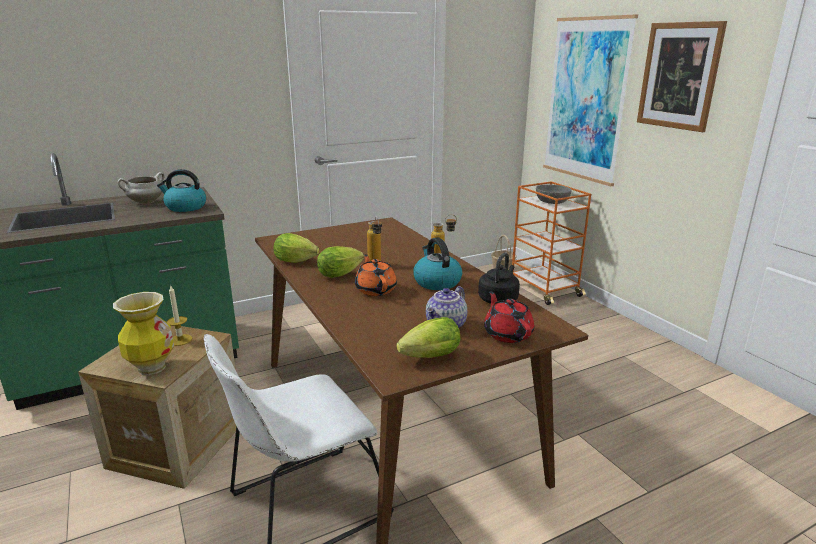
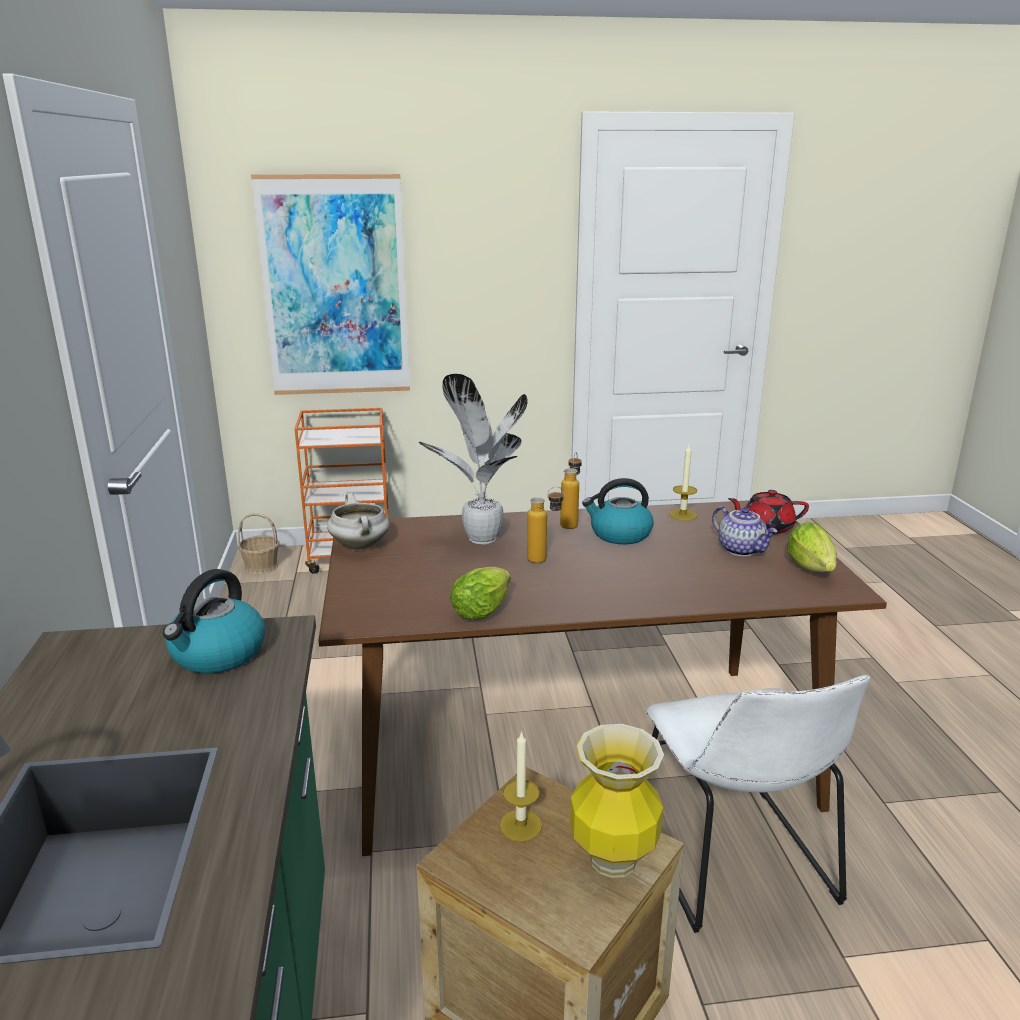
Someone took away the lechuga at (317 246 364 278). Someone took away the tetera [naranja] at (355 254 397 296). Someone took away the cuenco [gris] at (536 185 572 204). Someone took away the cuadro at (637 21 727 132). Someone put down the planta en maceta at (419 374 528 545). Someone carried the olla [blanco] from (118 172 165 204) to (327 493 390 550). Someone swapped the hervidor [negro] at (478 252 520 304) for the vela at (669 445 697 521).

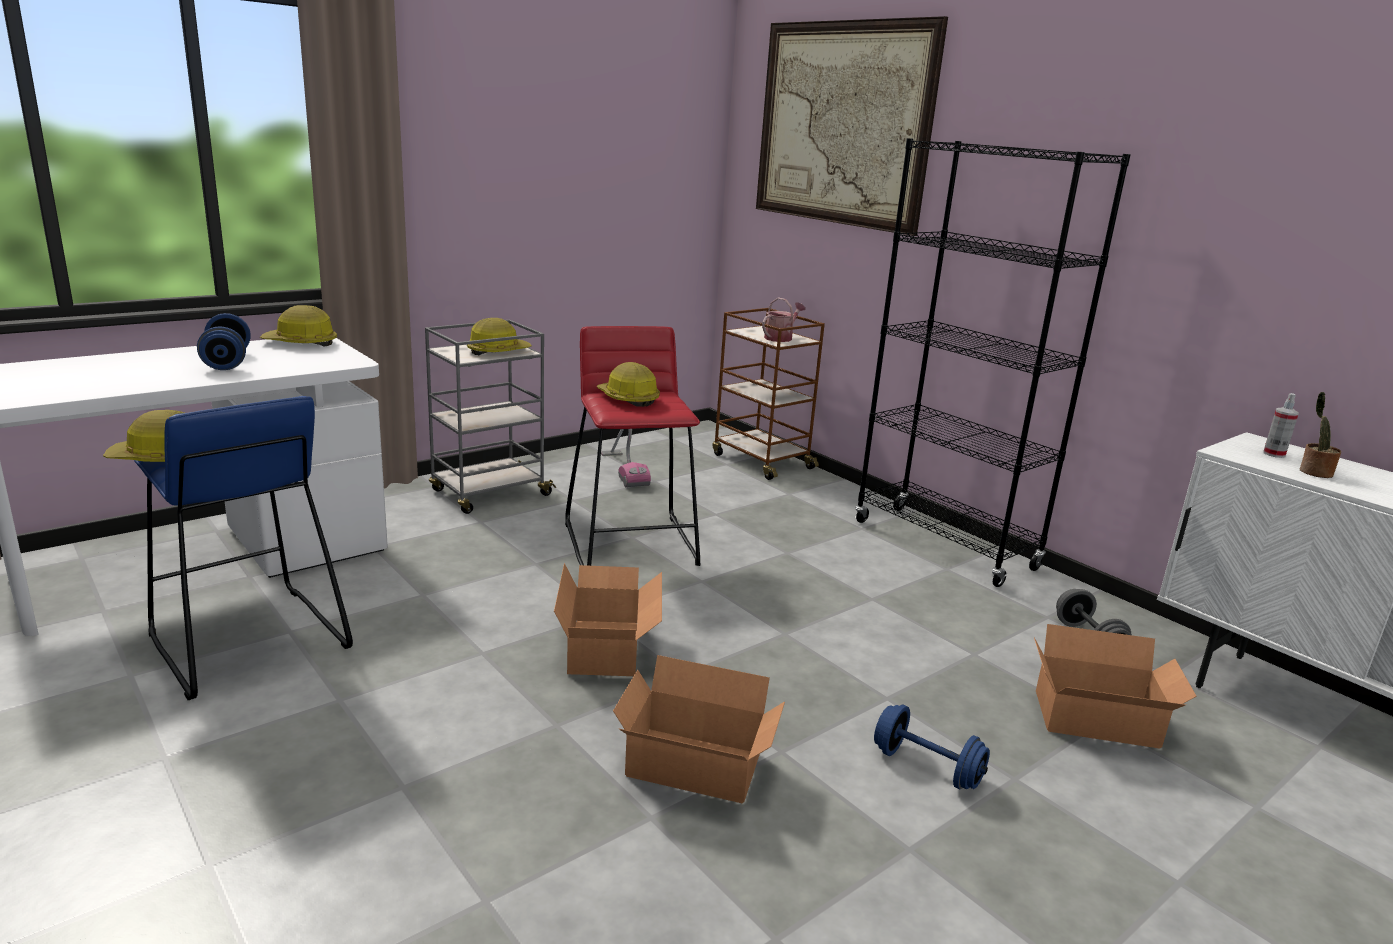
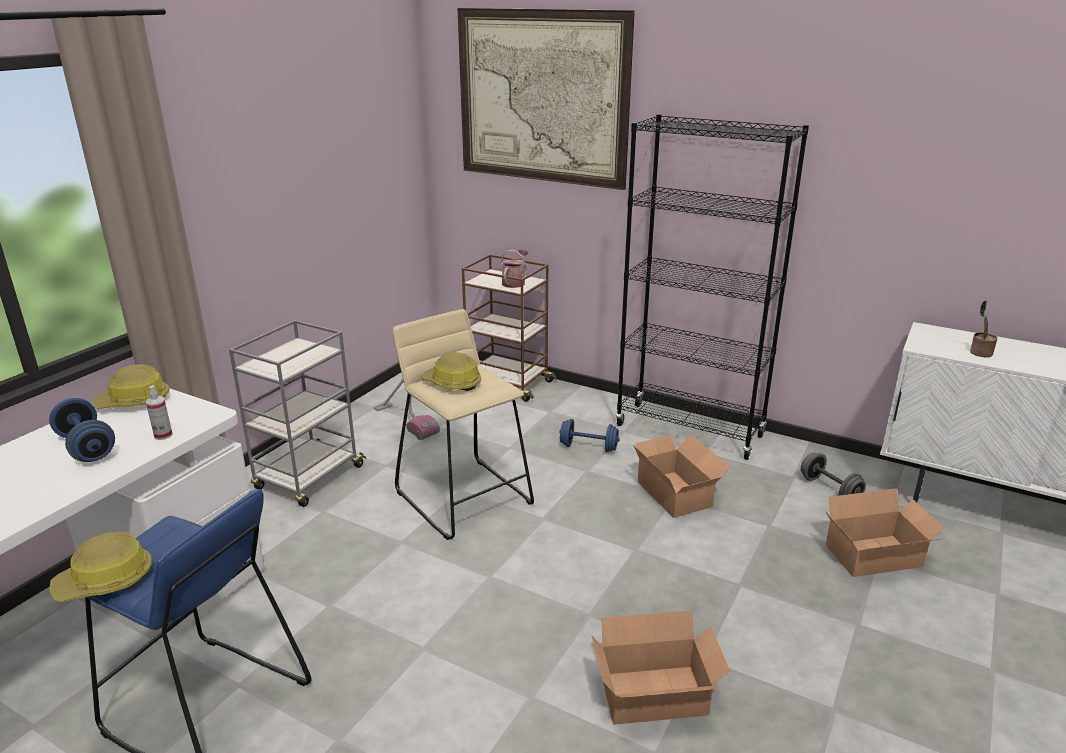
Someone took away the casco at (467 318 532 355). Someone carried the caja de cartón from (554 563 662 676) to (633 434 730 518). Someone carried the mancuerna [azul] from (874 705 990 789) to (559 419 620 453). Someone carried the pulverizador from (1263 393 1299 458) to (146 385 173 440). Someone repainted the taburete [rojo] at (565 326 700 566), which became the taburete [beis] at (393 309 534 540).

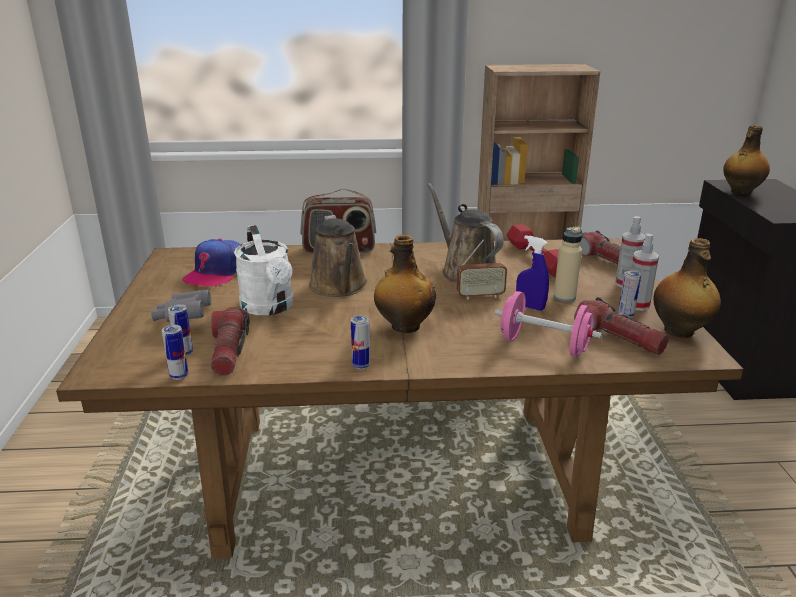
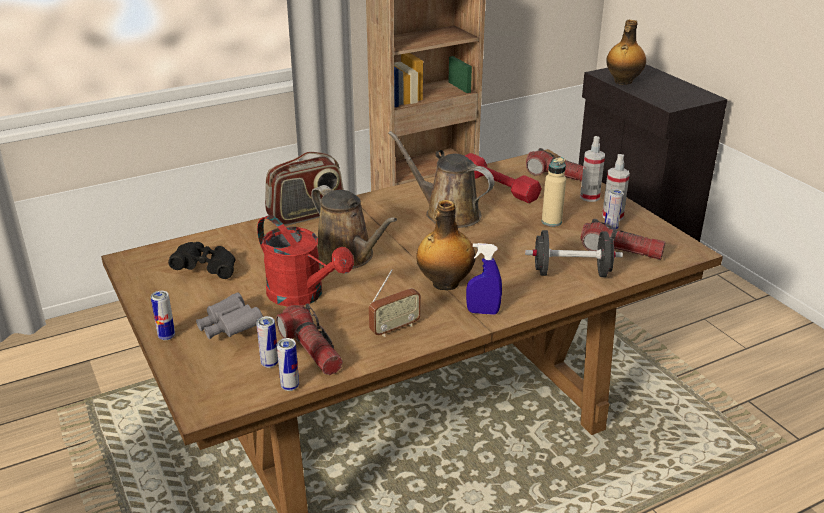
Someone took away the botella at (653 238 721 338). Someone carried the lata from (351 315 370 369) to (151 291 175 340). Someone carried the radio from (457 240 507 300) to (369 269 421 337). Someone carried the pulverizador [azul] from (516 235 549 311) to (466 243 502 315). Someone swapped the gorra at (182 239 241 287) for the prismáticos [negro] at (168 242 235 279). Someone repainted the regadera [blanco] at (234 225 293 315), which became the regadera [rojo] at (257 215 354 307). Someone repainted the mancuerna [rosa] at (494 291 602 357), which became the mancuerna [negro] at (525 230 623 277).

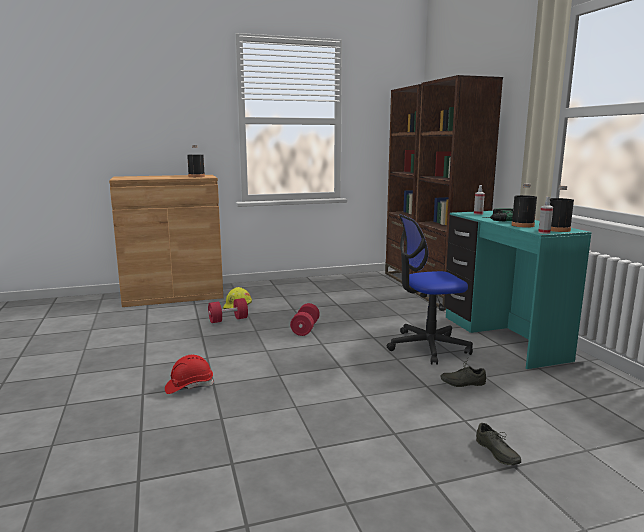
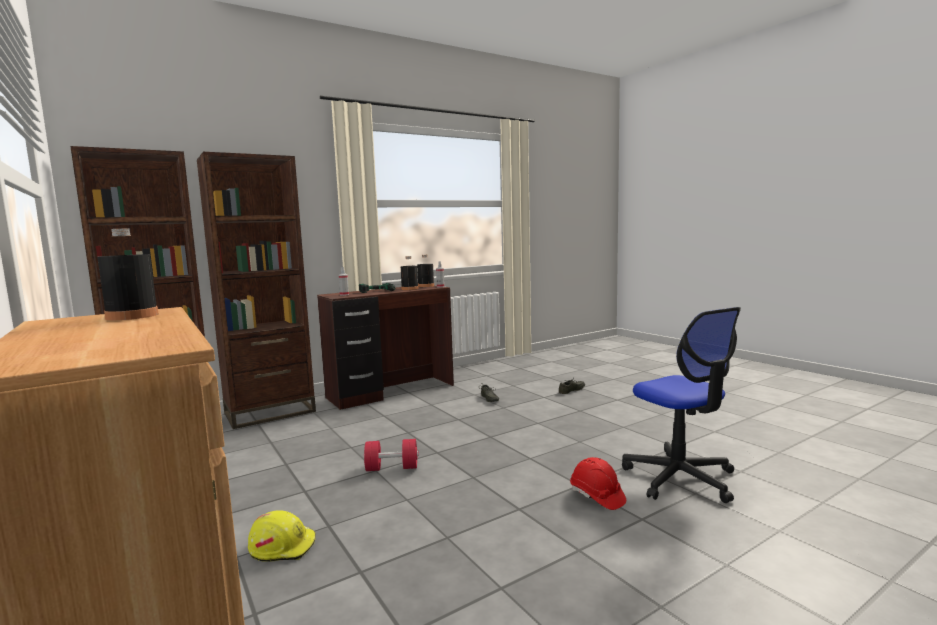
Someone took away the mancuerna [rojo] at (208 298 248 323). Someone carried the silla de oficina from (387 214 473 365) to (622 307 741 503). Someone repainted the escritorio [turquesa] at (444 211 592 369), which became the escritorio [marrón] at (317 285 454 410).

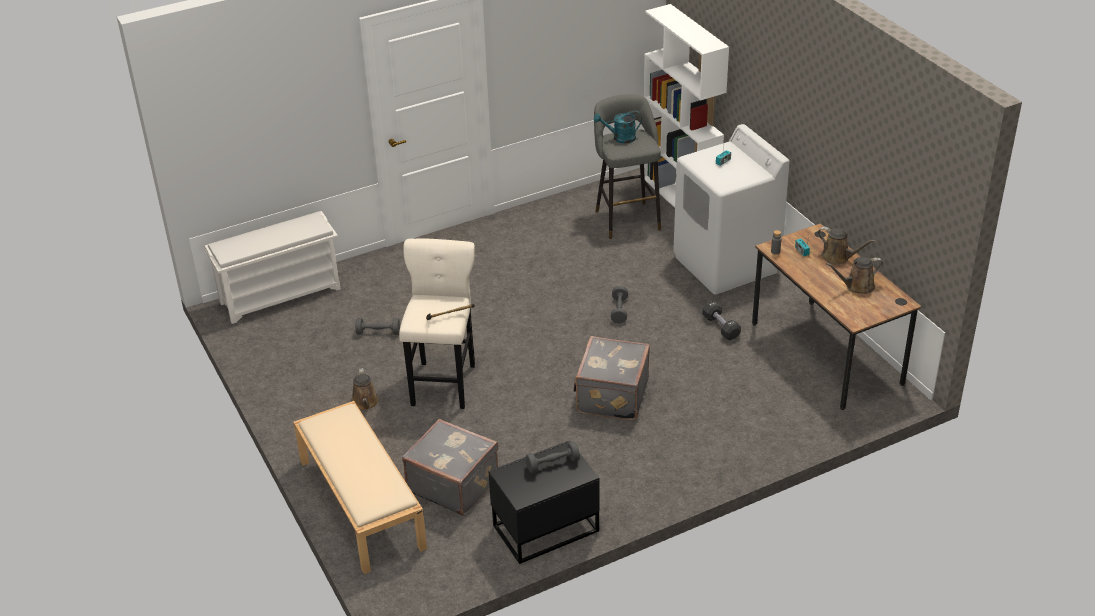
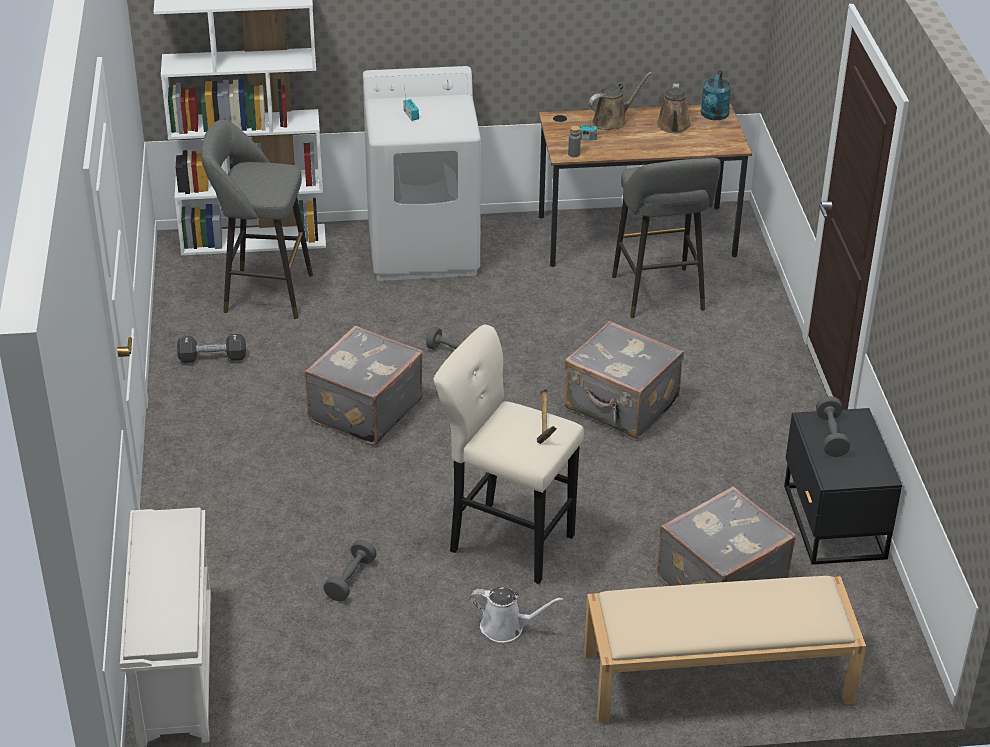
Someone put down the maleta [gris] at (304 326 423 445). Someone put down the taburete [gris] at (612 158 721 318). Someone carried the regadera [turquesa] from (594 111 642 143) to (701 70 731 120). Someone carried the mancuerna [negro] from (702 301 741 340) to (177 334 246 363). Someone repainted the regadera [marrón] at (352 368 379 410), which became the regadera [blanco] at (469 587 563 643).

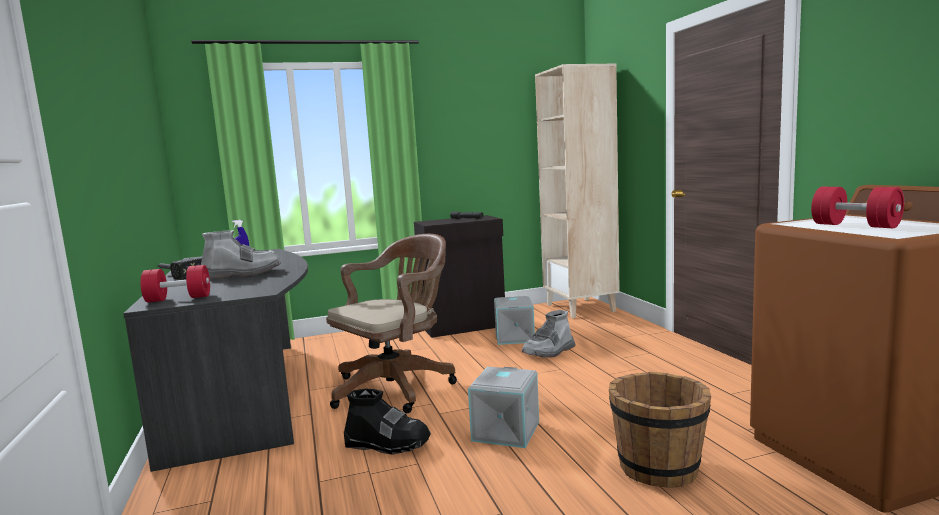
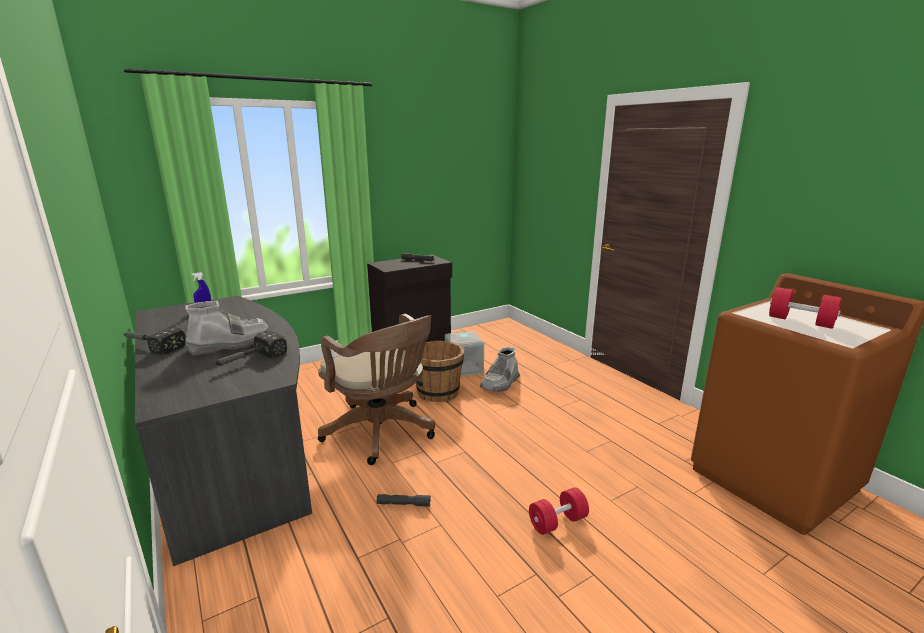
Someone took away the caja de almacenaje [gris] at (468 367 539 448). Someone took away the estantería [beis] at (535 64 620 318). Someone put down the martillo at (212 331 287 365). Someone carried the mancuerna [rojo] from (140 265 210 302) to (529 487 589 535). Someone carried the cubo [marrón] from (609 372 711 488) to (416 341 464 402). Someone swapped the bota [negro] at (344 389 431 455) for the linterna [gris] at (377 494 431 507). Someone rotated the silla de oficina [marrón] at (326 234 457 413) by 105 degrees clockwise.

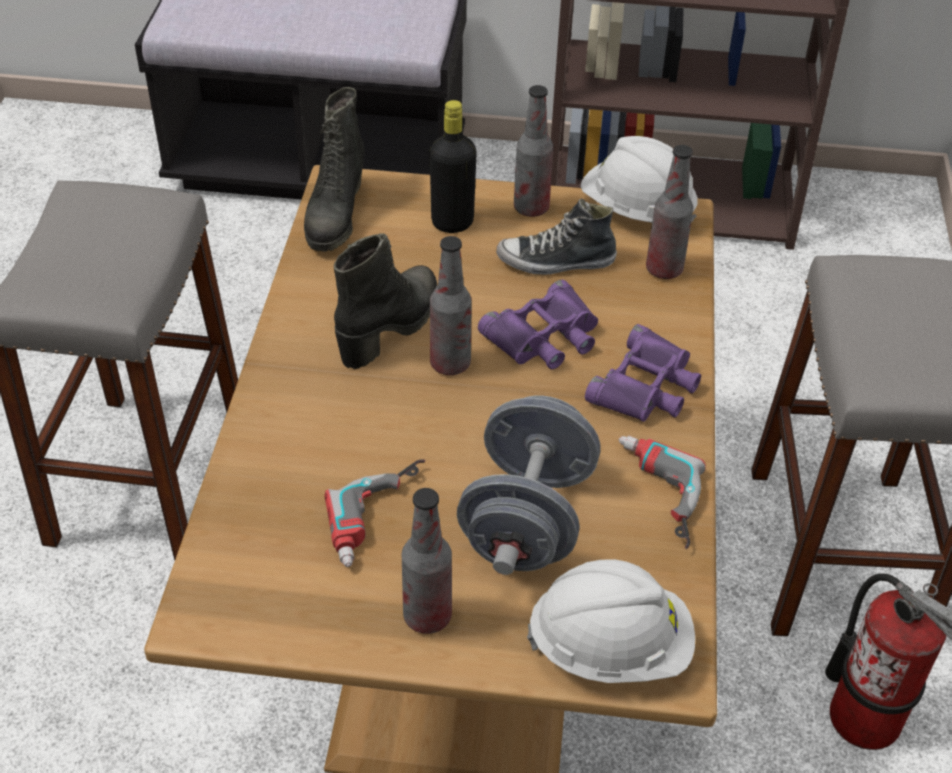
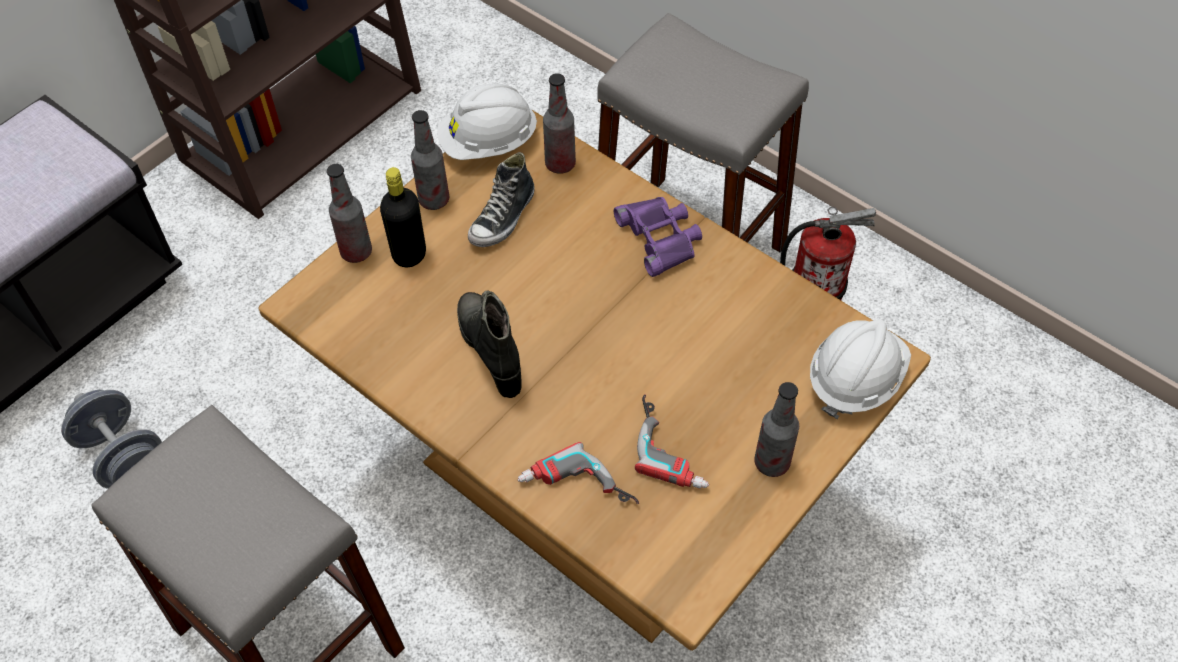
Someone took away the bota [negro] at (304 87 365 252). Someone took away the prismáticos [morado] at (478 280 598 369). Someone carried the botella from (430 236 472 375) to (327 164 372 263). Someone carried the mancuerna [gris] from (457 396 601 575) to (61 390 162 489). Someone carried the taladro from (619 436 706 550) to (517 442 639 504).

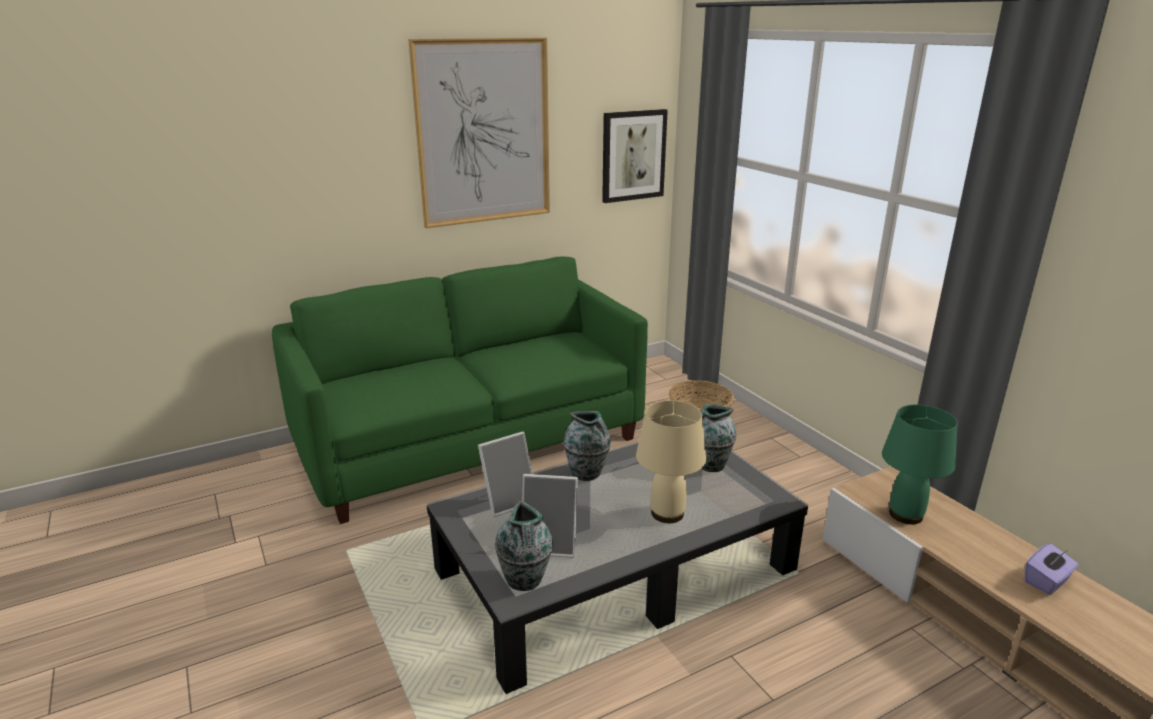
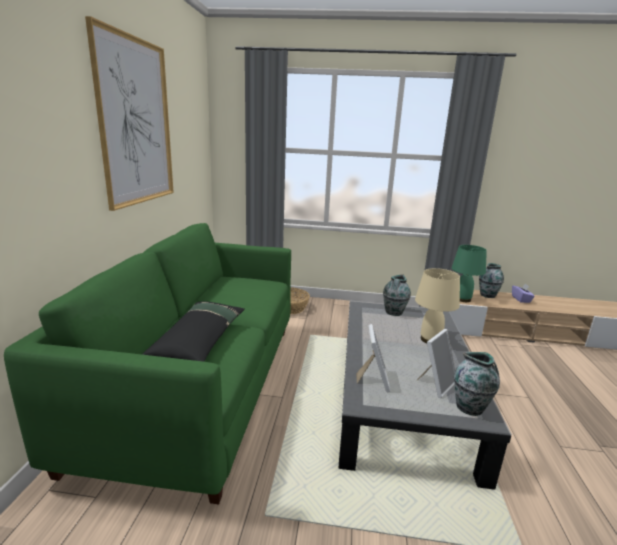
Someone took away the cuadro at (602 109 668 203). Someone put down the cojín [negro] at (142 301 245 362). Someone carried the florero from (563 411 611 481) to (479 263 504 298).

